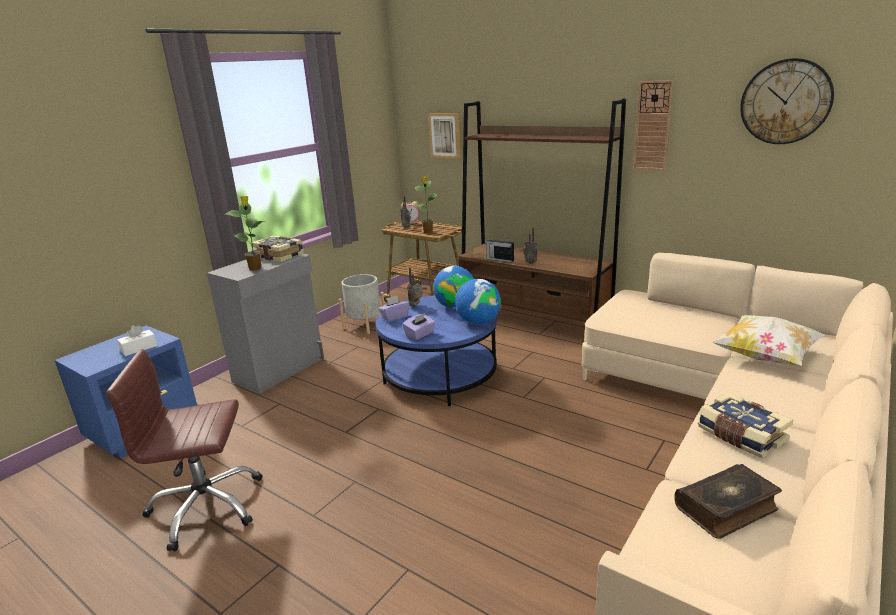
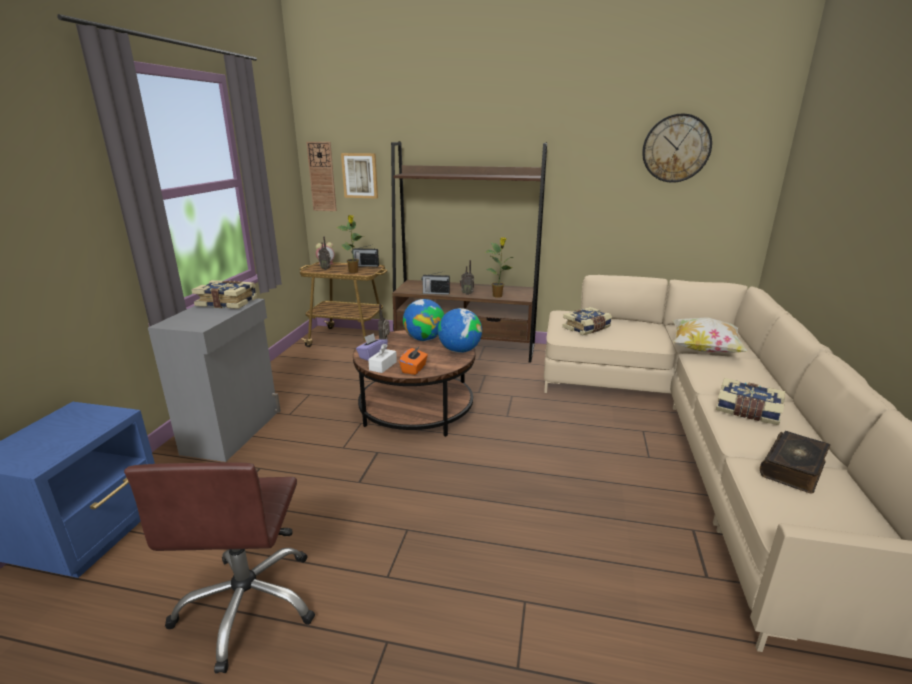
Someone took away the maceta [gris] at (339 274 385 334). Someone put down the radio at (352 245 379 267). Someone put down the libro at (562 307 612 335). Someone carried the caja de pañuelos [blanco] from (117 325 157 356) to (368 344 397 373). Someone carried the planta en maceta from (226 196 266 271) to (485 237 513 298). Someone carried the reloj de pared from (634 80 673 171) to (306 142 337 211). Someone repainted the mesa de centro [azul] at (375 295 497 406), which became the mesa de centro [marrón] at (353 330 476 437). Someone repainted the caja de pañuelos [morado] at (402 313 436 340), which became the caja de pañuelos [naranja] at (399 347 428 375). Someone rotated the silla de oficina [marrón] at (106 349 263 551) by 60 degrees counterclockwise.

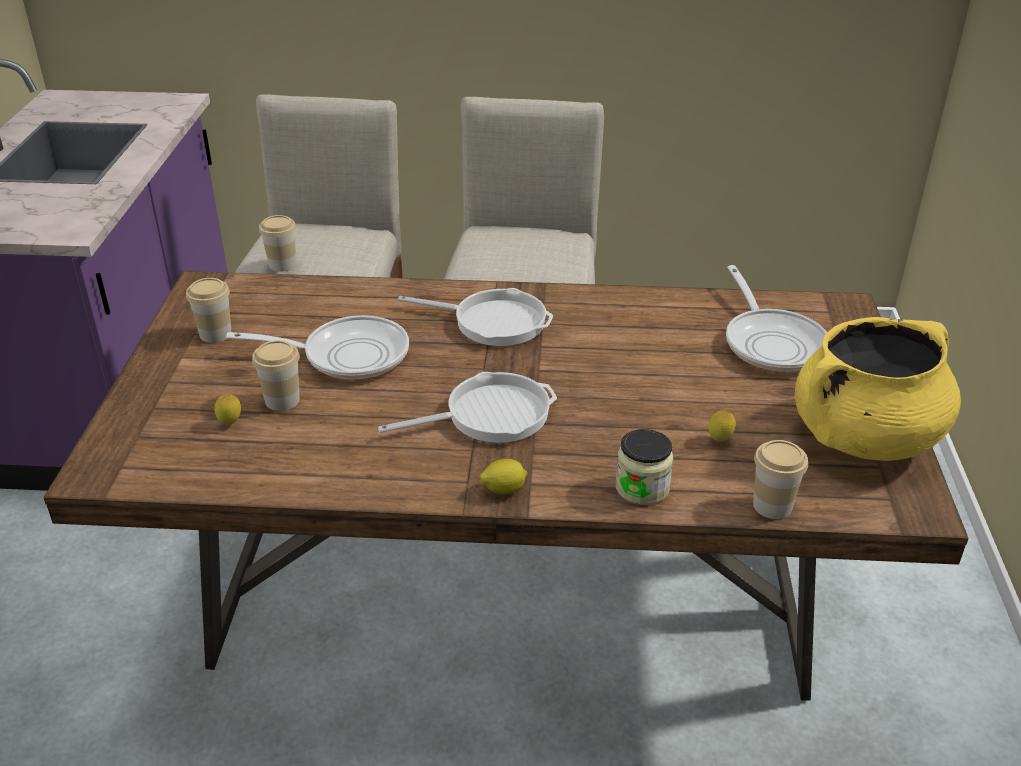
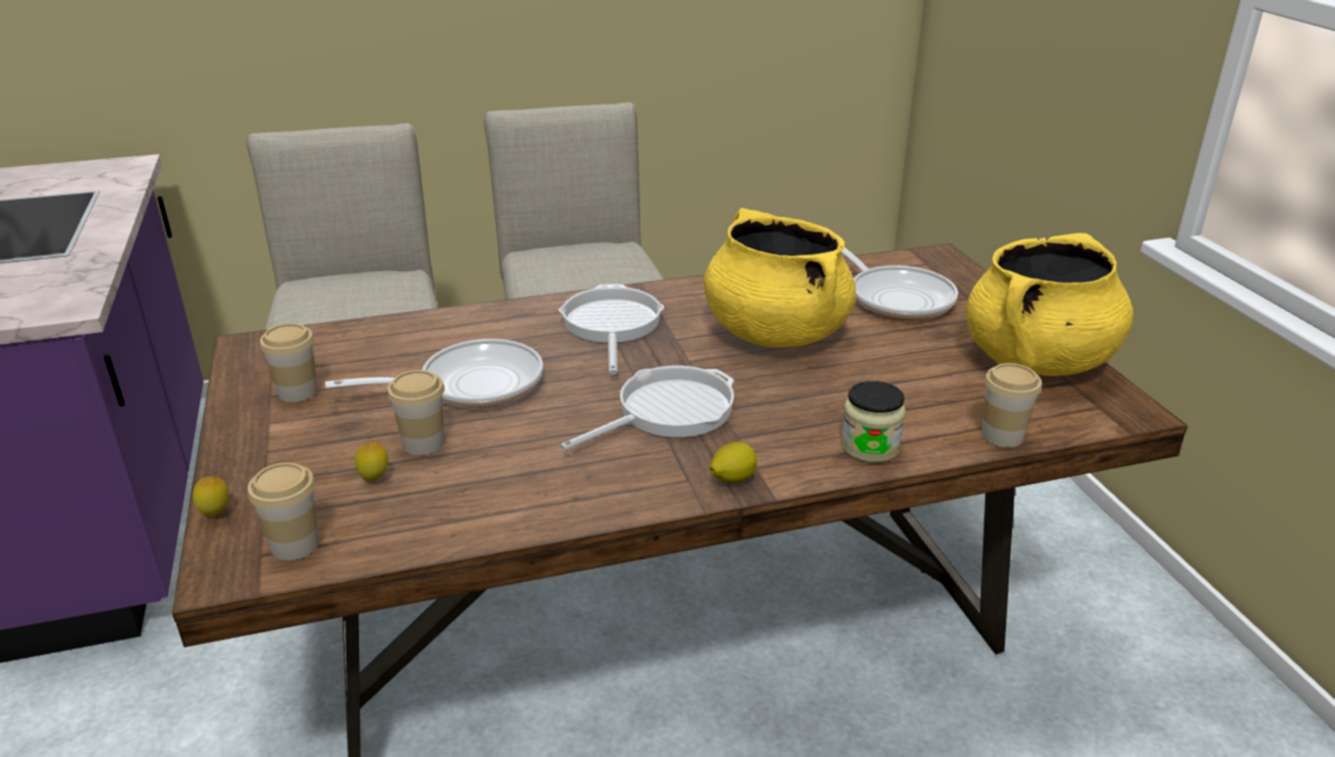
Someone put down the olla [amarillo] at (704 208 856 348). Someone carried the taza from (259 215 296 272) to (248 463 319 560). Someone carried the limón from (708 411 736 442) to (193 476 229 516). Someone rotated the sartén at (398 288 553 346) by 90 degrees counterclockwise.

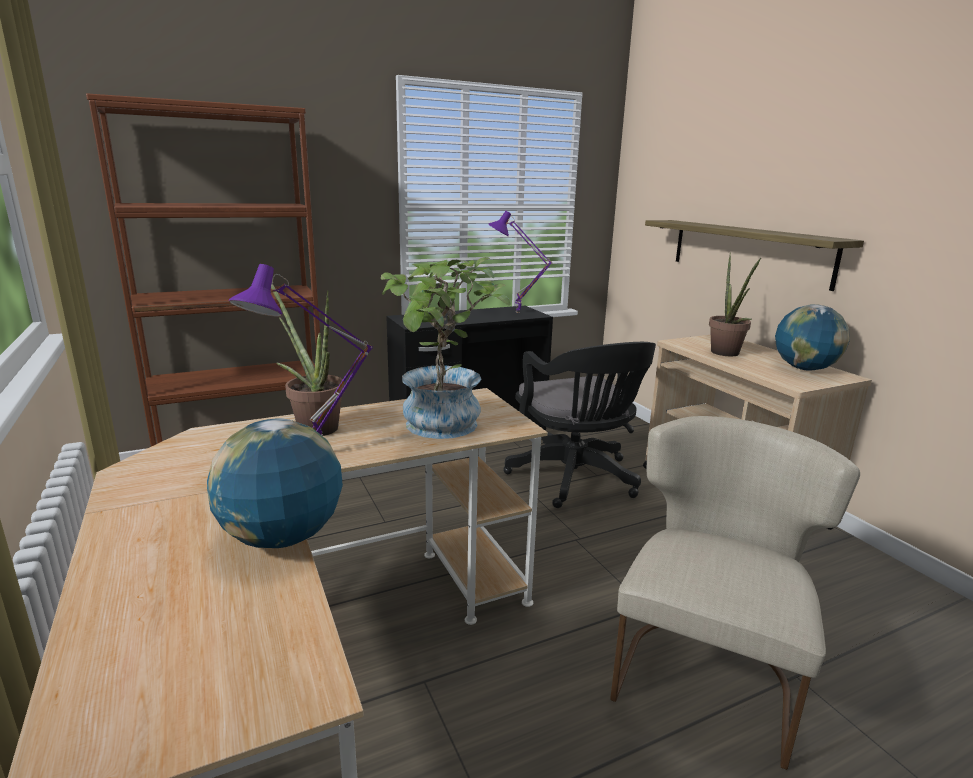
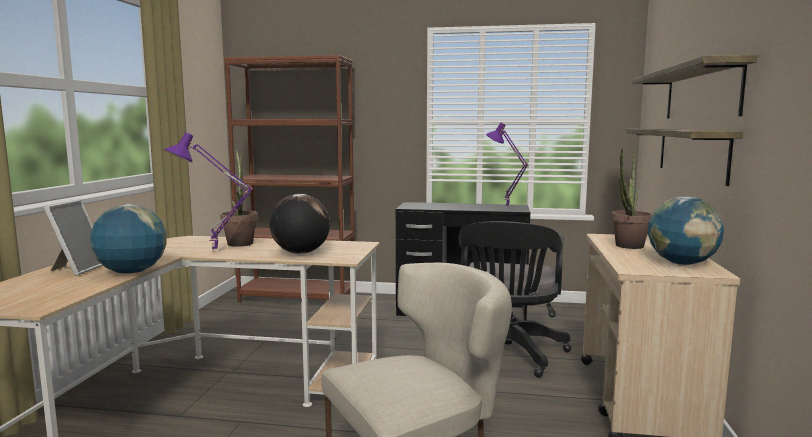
Someone put down the portarretratos at (44 200 103 276). Someone put up the estante at (632 55 757 119). Someone swapped the planta en maceta at (381 257 511 439) for the globo terráqueo at (269 194 330 254).

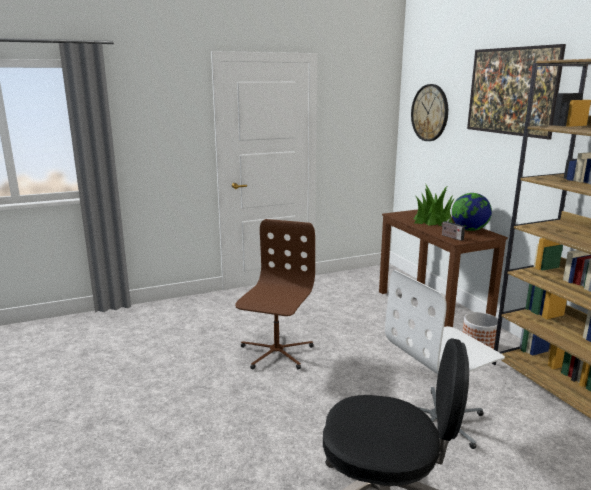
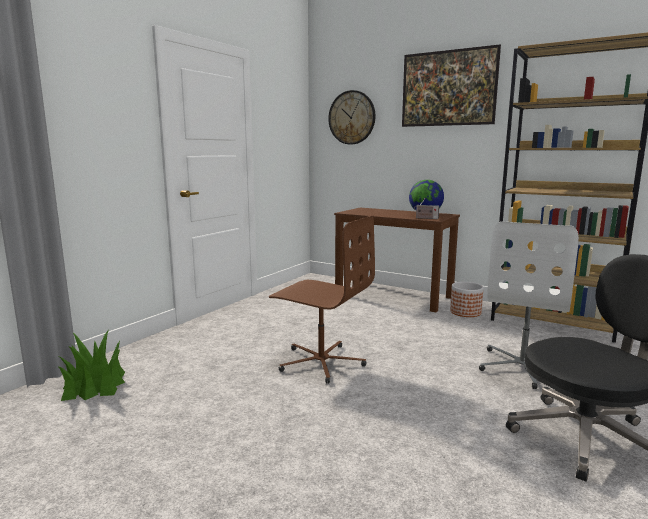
Someone carried the planta en maceta from (414 185 454 226) to (59 330 125 401). Someone rotated the silla de oficina [marrón] at (235 219 315 370) by 135 degrees clockwise.

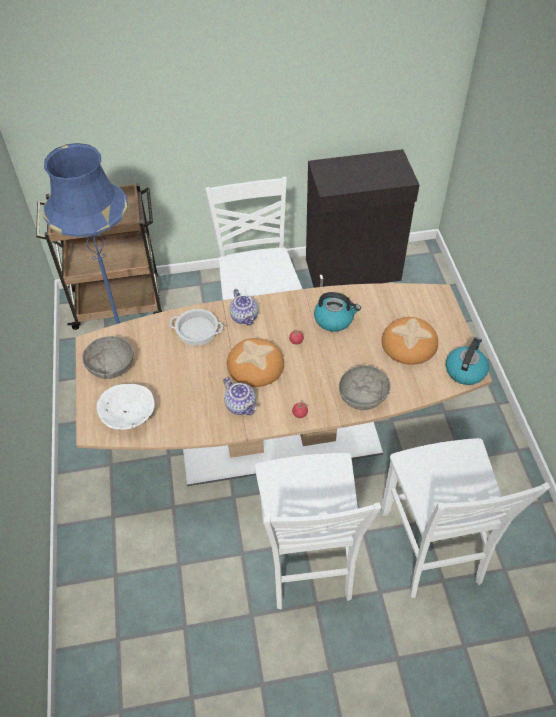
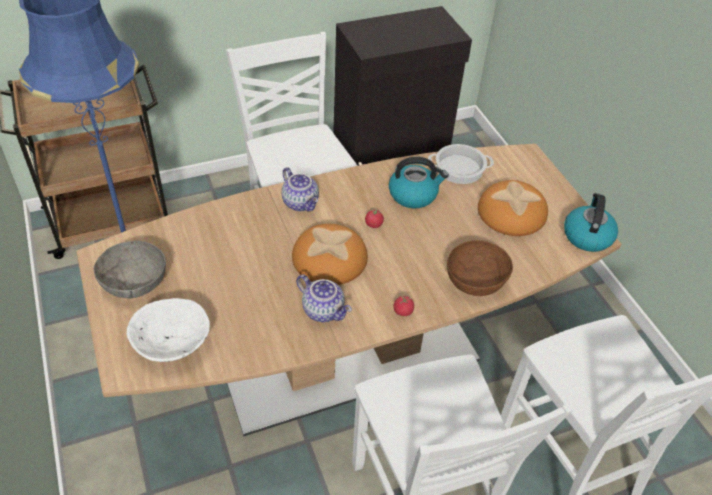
Someone carried the olla from (169 309 223 346) to (428 144 494 184). Someone repainted the cuenco [gris] at (339 365 391 410), which became the cuenco [marrón] at (447 240 513 296).

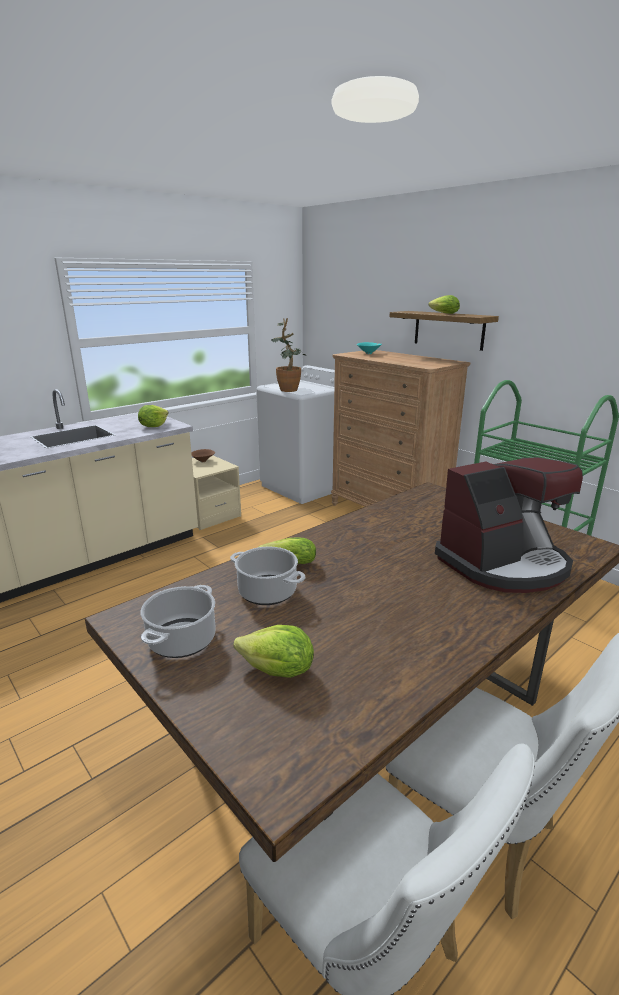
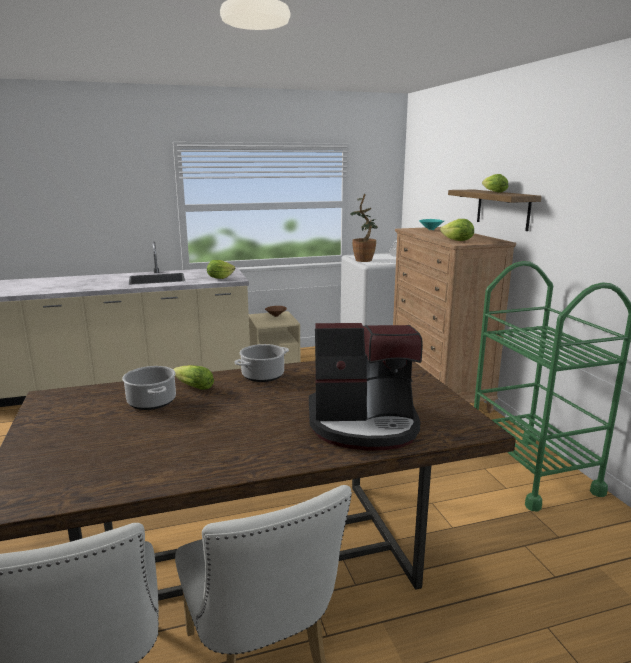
Someone carried the olla from (140 585 216 658) to (235 344 289 382). Someone carried the lechuga from (233 625 314 678) to (440 219 474 241).

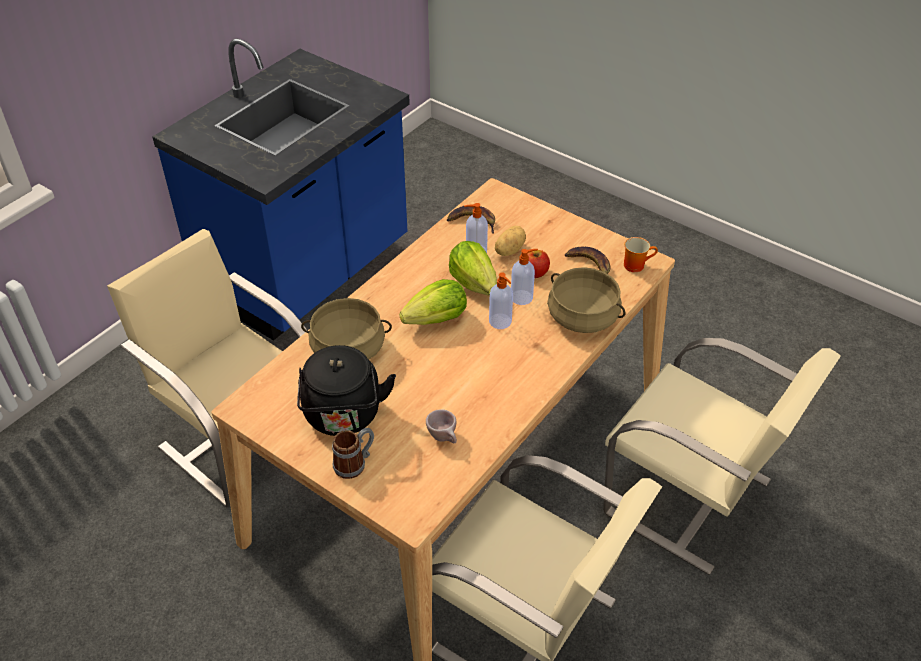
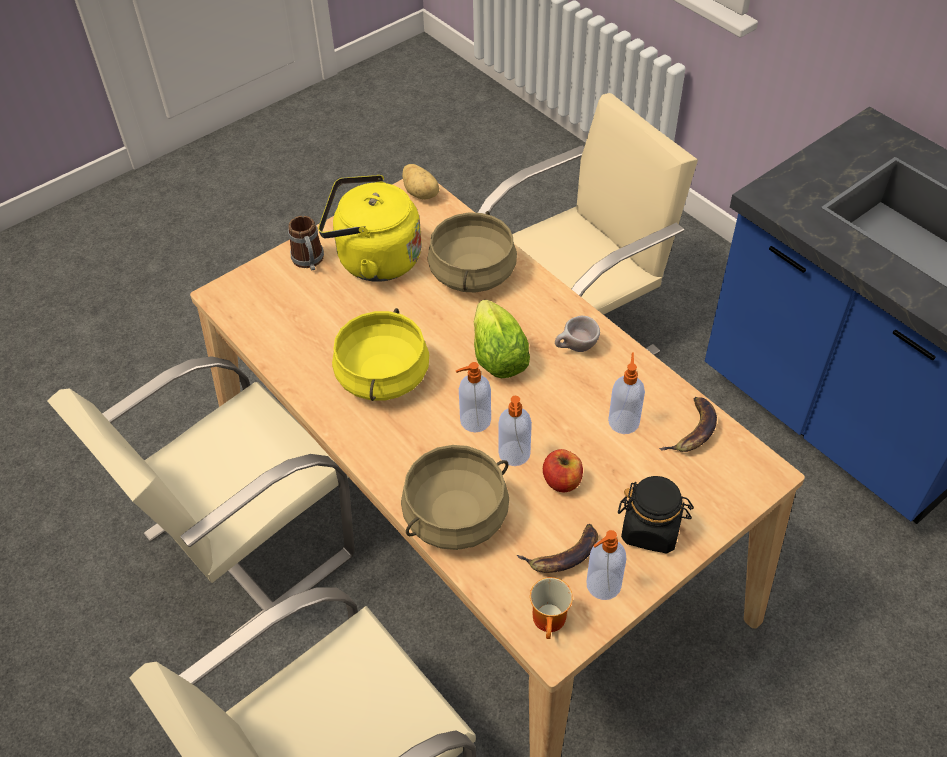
Someone took away the lechuga at (449 241 497 296). Someone put down the olla [amarillo] at (332 308 429 401). Someone put down the dispensador de jabón at (586 530 627 600). Someone put down the tarro [negro] at (618 476 694 553). Someone carried the taza [beis] from (426 409 457 443) to (555 316 600 352). Someone carried the patata from (495 226 526 256) to (402 164 439 200). Someone repainted the hervidor [negro] at (297 345 396 436), which became the hervidor [amarillo] at (318 175 422 282).

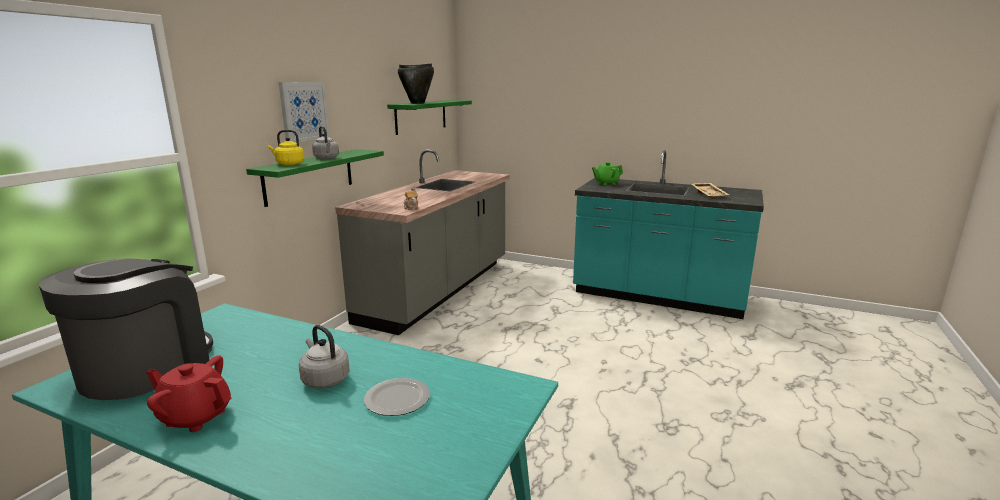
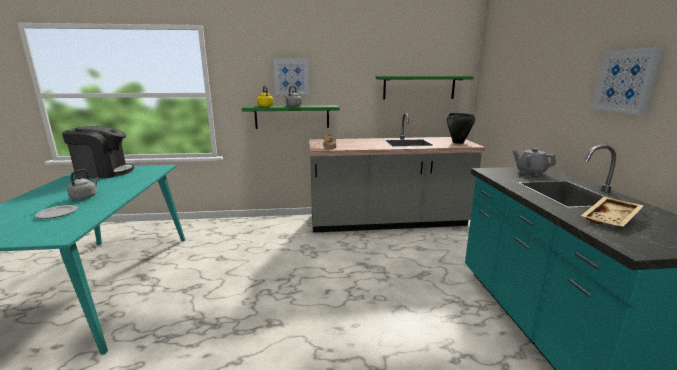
Someone took away the tetera [rojo] at (146 355 232 432). Someone put up the cuadro at (591 47 664 115). Someone carried the olla [negro] from (398 64 434 104) to (447 113 475 144). Someone repainted the tetera [verde] at (592 162 623 185), which became the tetera [gris] at (512 148 556 176).

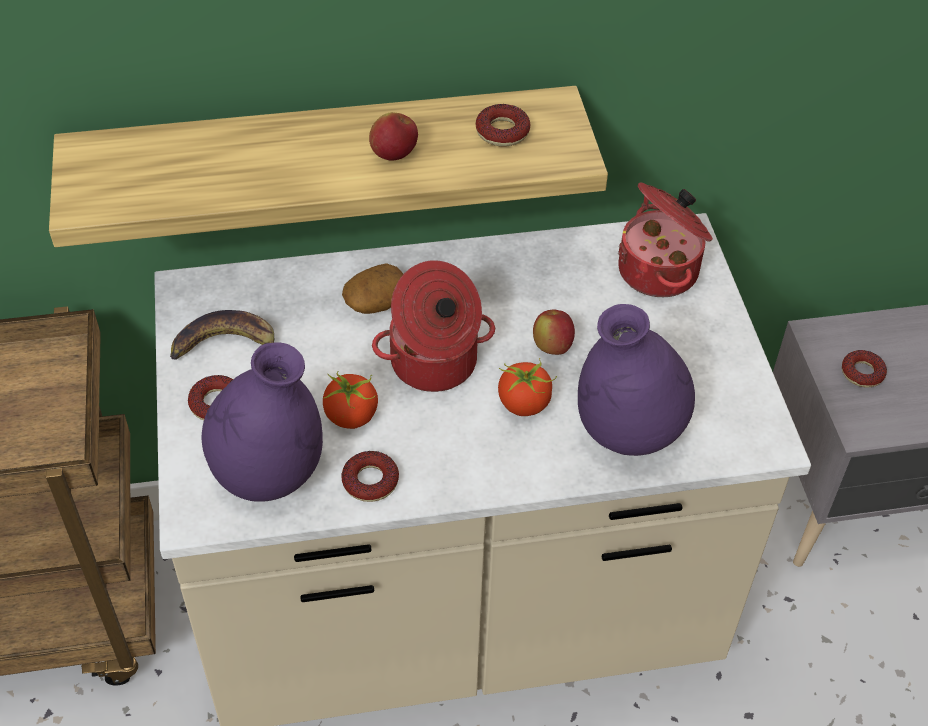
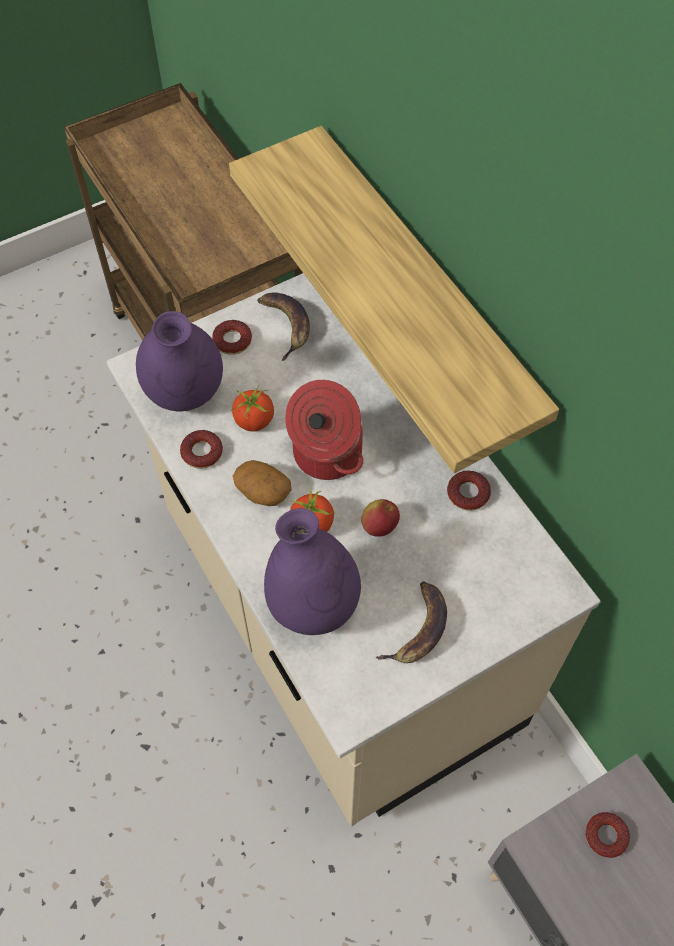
Someone took away the manzana at (369 112 418 161). Someone took away the olla at (618 182 713 297). Someone put down the plátano at (376 582 447 663). Someone carried the patata from (342 263 403 314) to (233 460 291 506). Someone carried the rosquilla from (475 104 530 147) to (447 470 491 511).

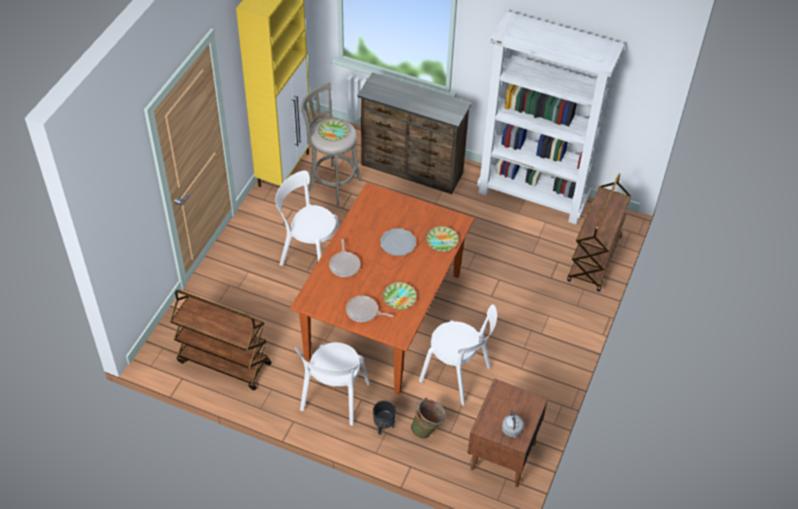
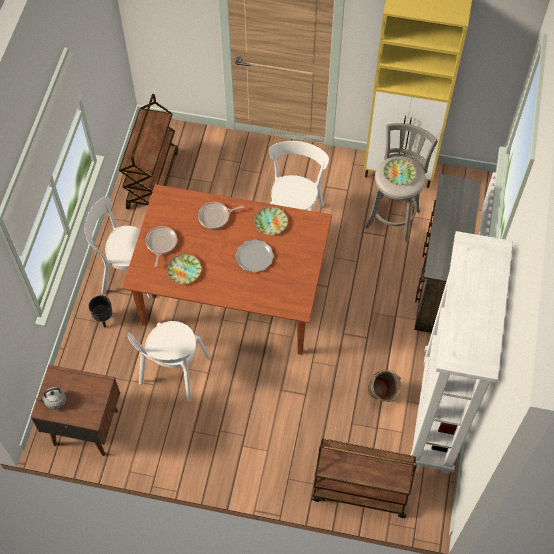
Someone carried the cubo [verde] from (411 397 447 439) to (368 369 402 402). Someone carried the plato from (426 226 459 252) to (254 207 288 235).

